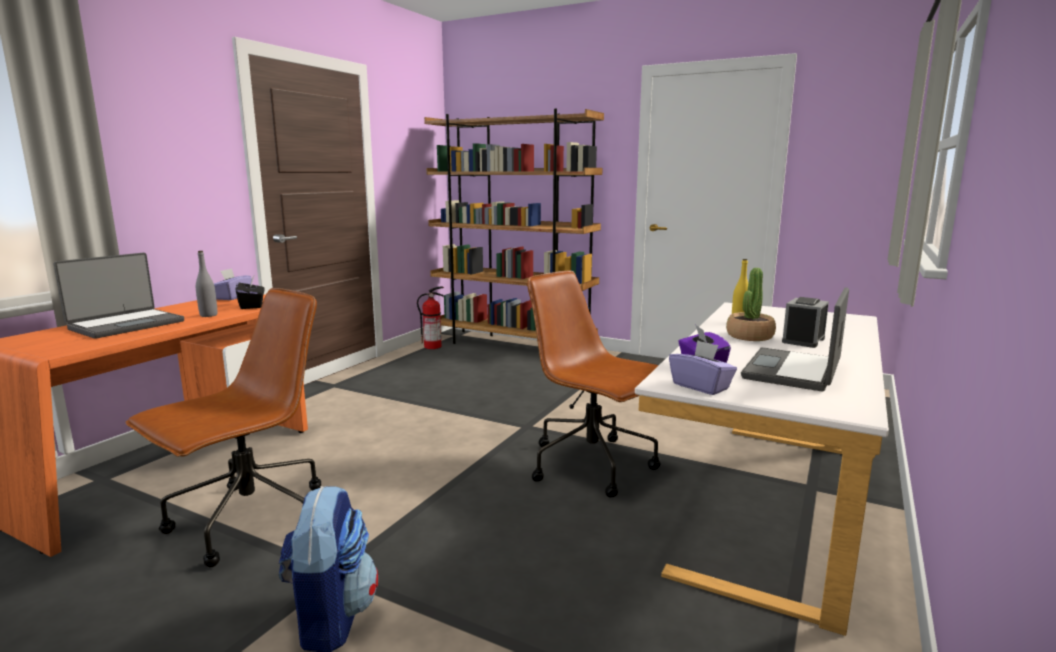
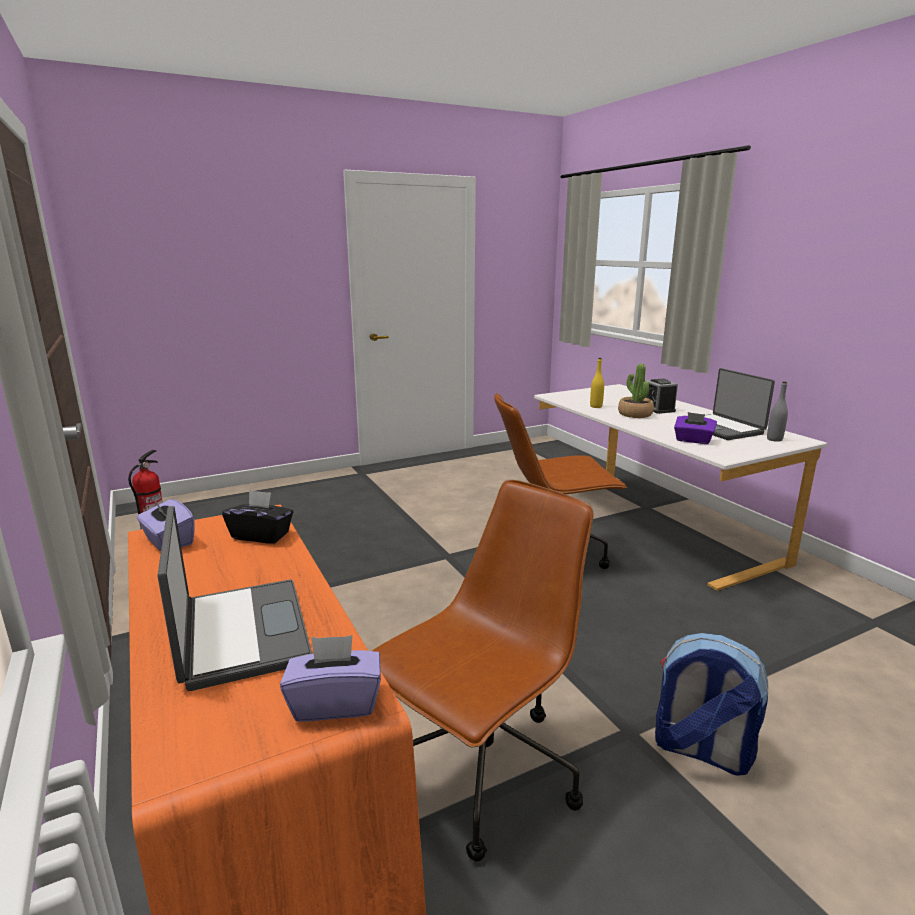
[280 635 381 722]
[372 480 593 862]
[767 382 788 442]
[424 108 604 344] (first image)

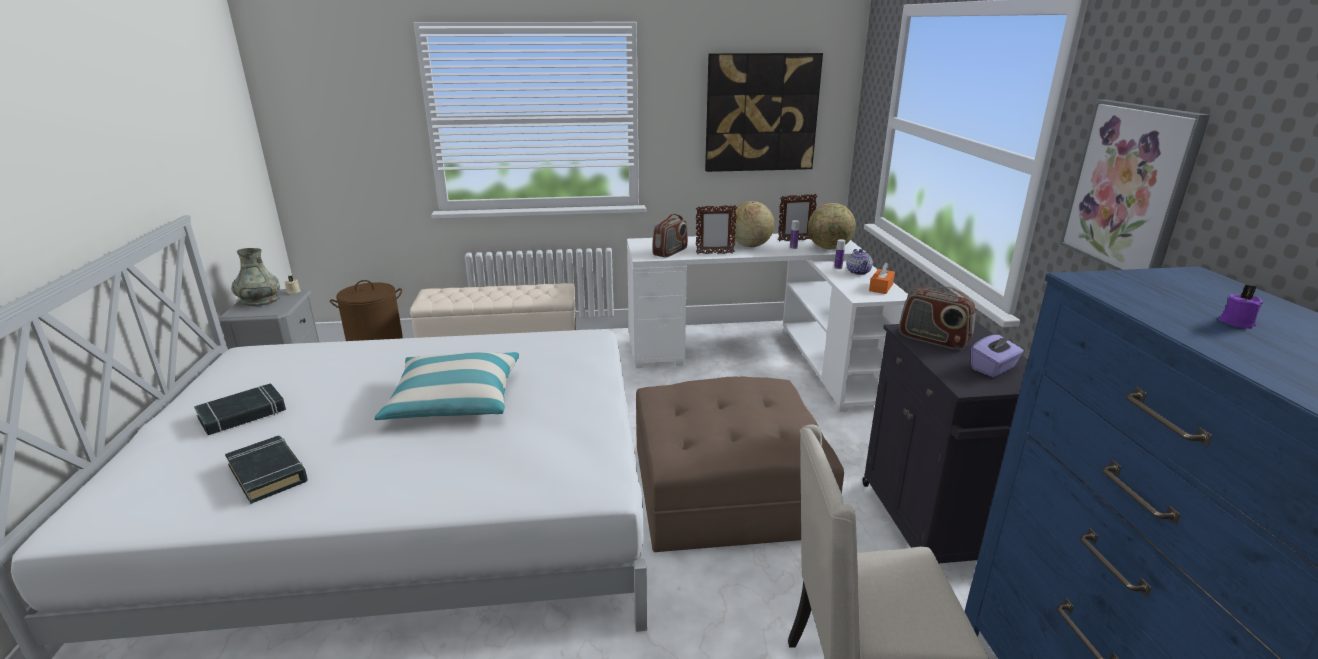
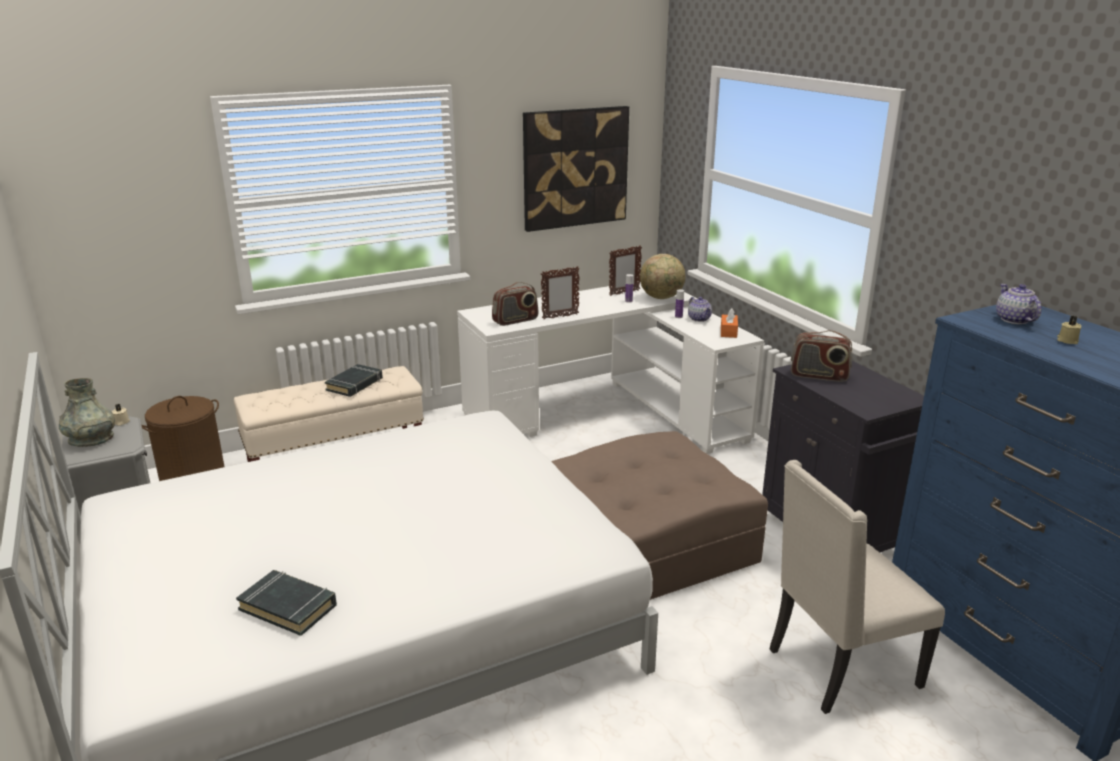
[325 364 383 397]
[492 282 538 326]
[996 284 1042 324]
[1057 316 1082 344]
[374 352 519 420] (first image)
[731 201 775 247] (first image)
[971 334 1024 377] (first image)
[1060 99 1210 270] (first image)

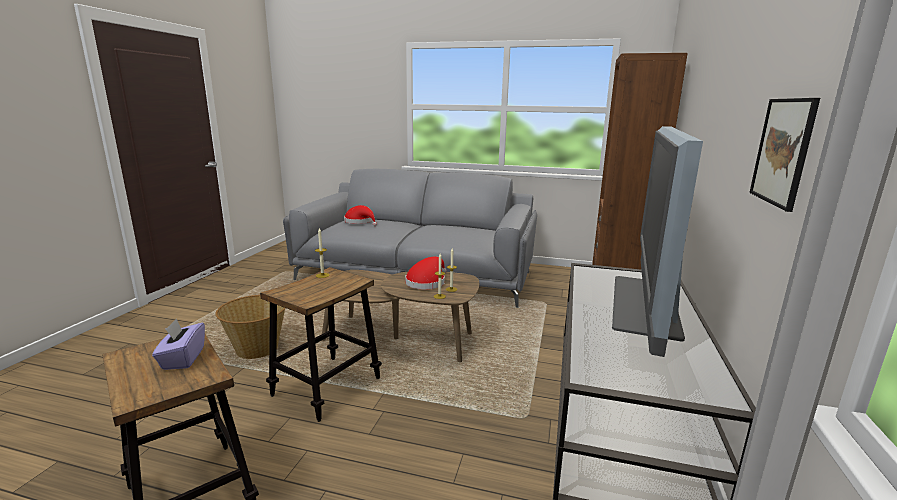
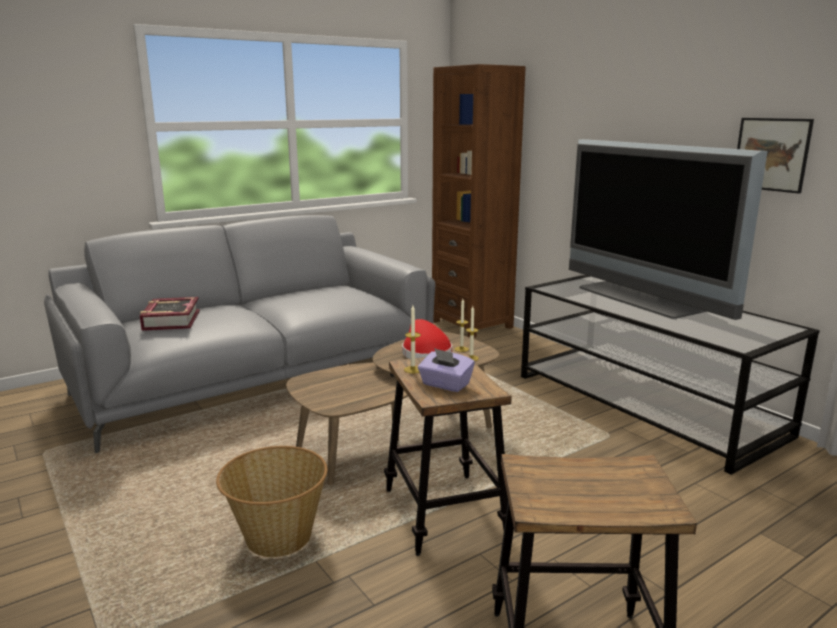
[140 297 200 331]
[418 348 475 392]

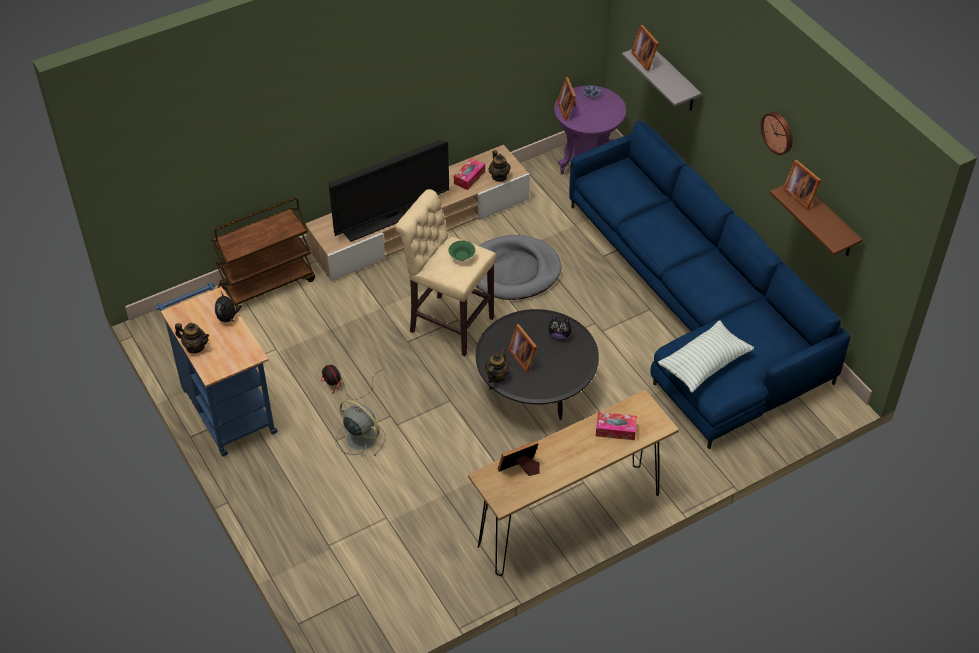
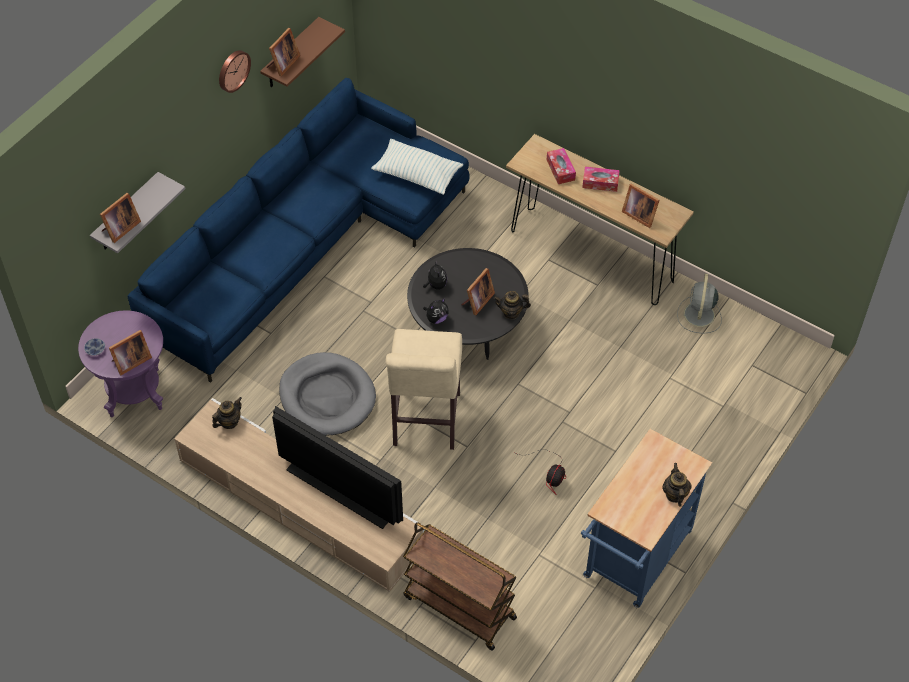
[423 298 449 324]
[582 167 620 192]
[677 274 722 334]
[448 240 475 261] (first image)

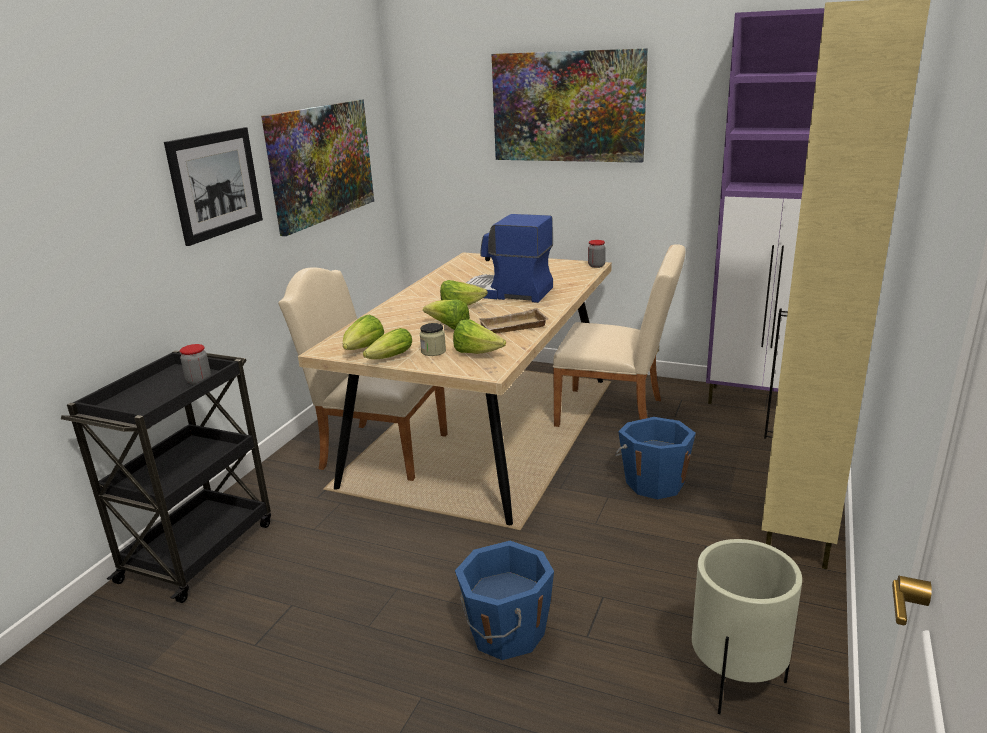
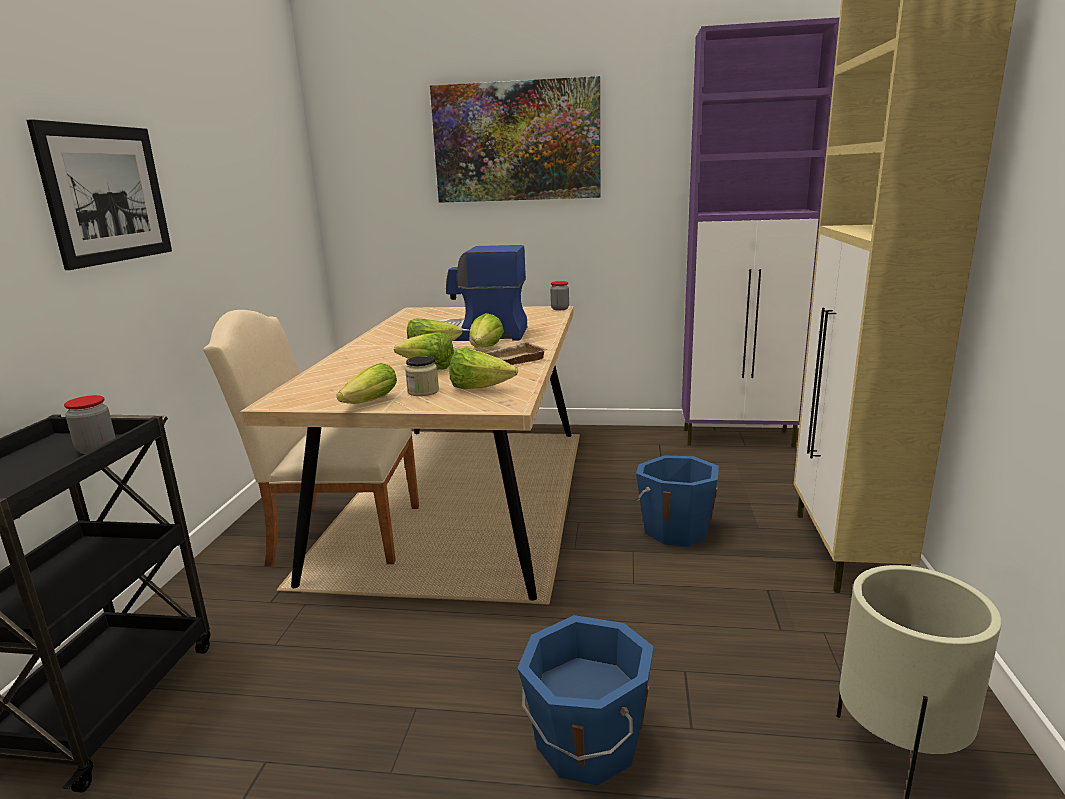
[469 313 504 347]
[261 99 374 236] (first image)
[553 244 686 427] (first image)

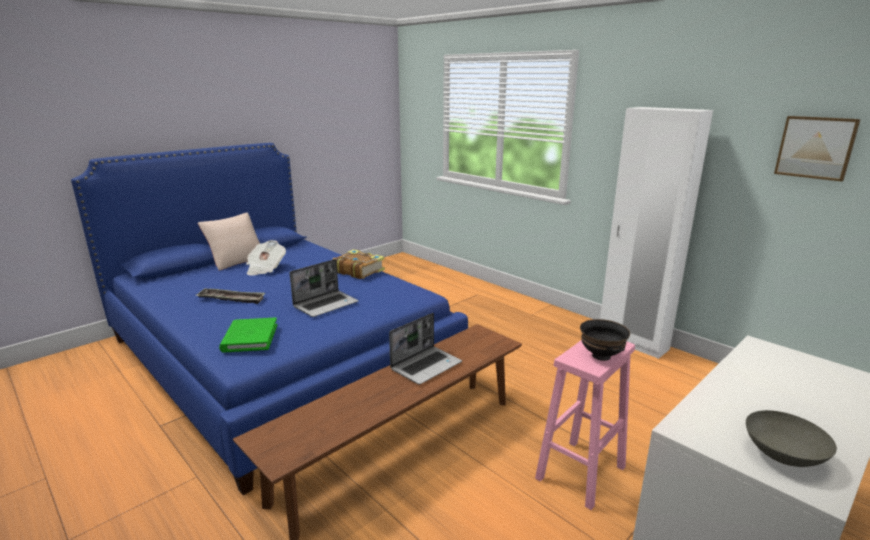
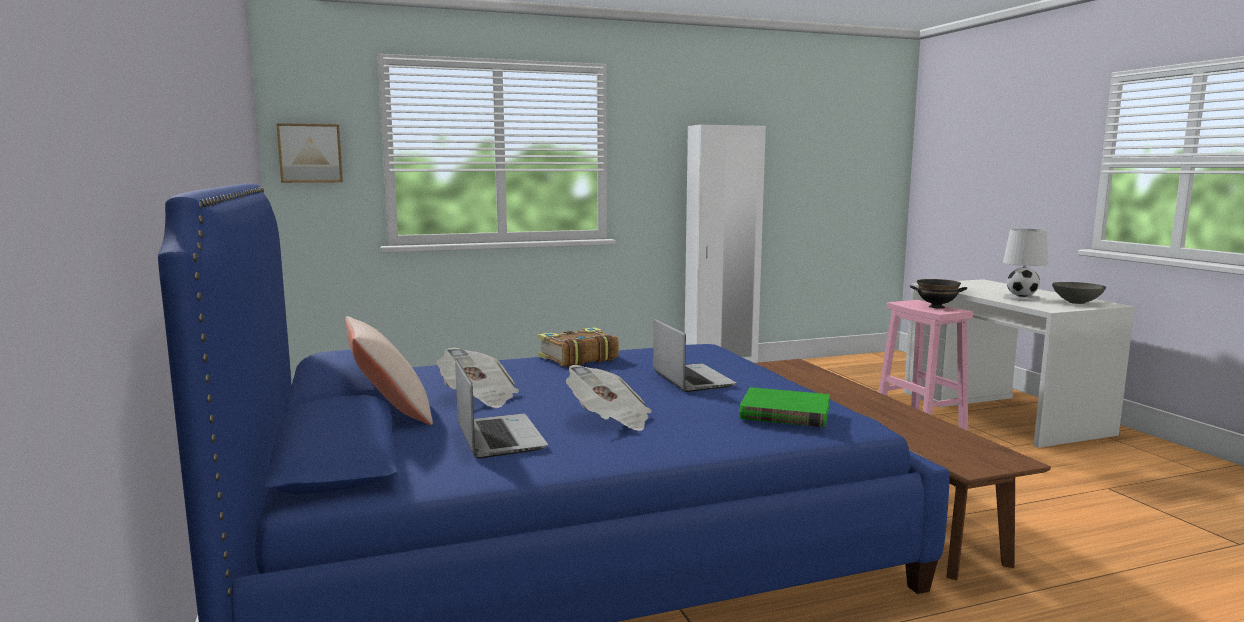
[276 123 343 183]
[455 358 548 458]
[566 365 651 431]
[1003 229 1048 301]

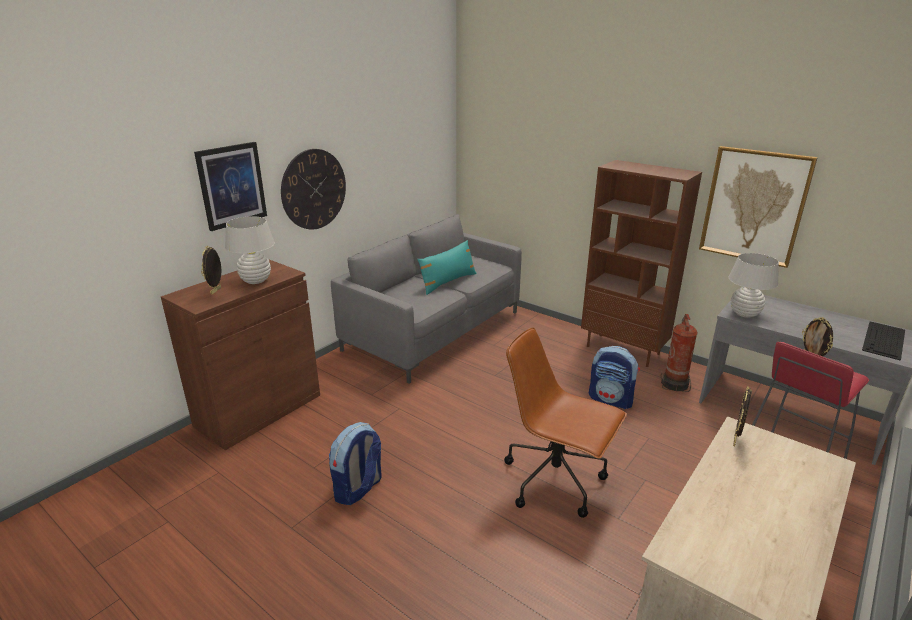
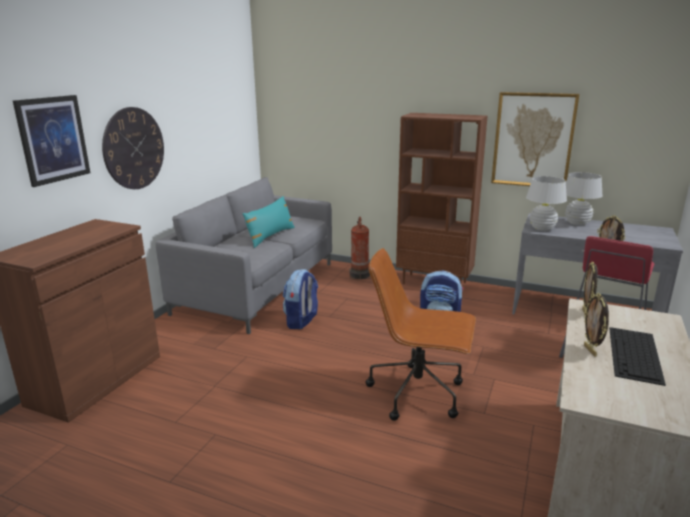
[283 269 318 329]
[349 217 371 279]
[565 172 603 226]
[584 293 609 357]
[609 327 666 386]

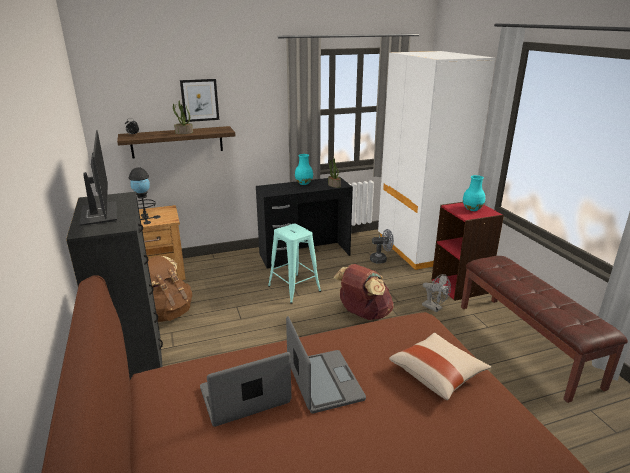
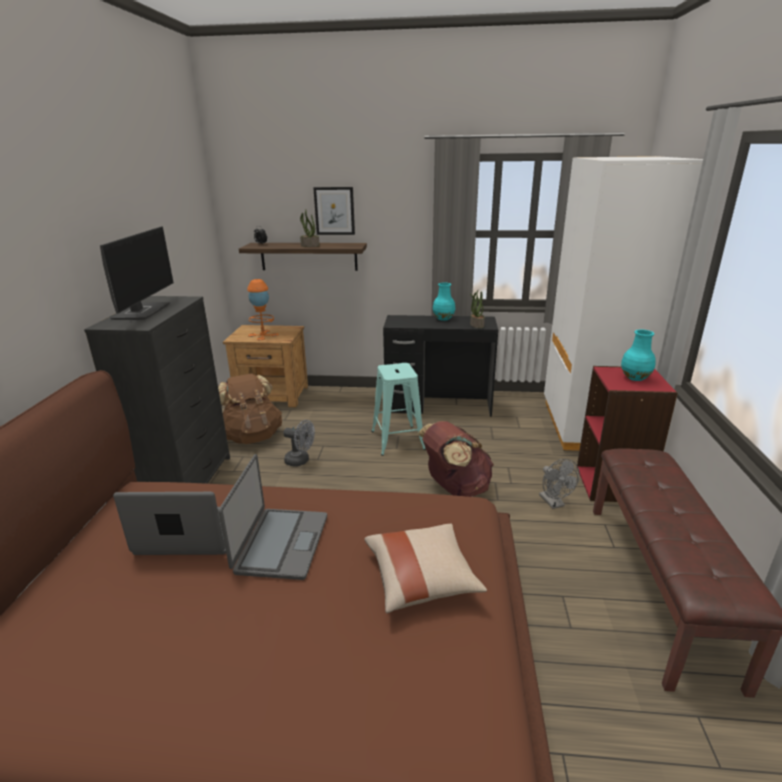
[247 279 279 340]
[283 420 315 466]

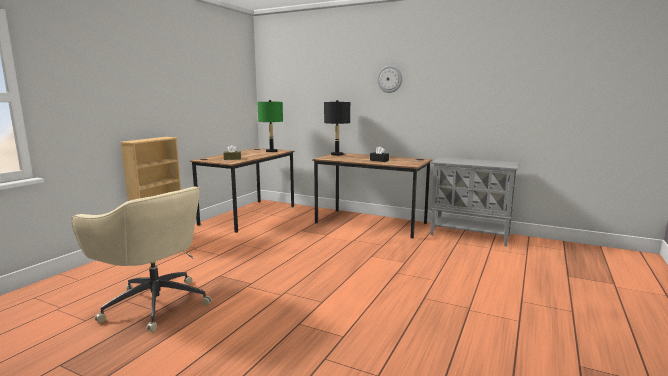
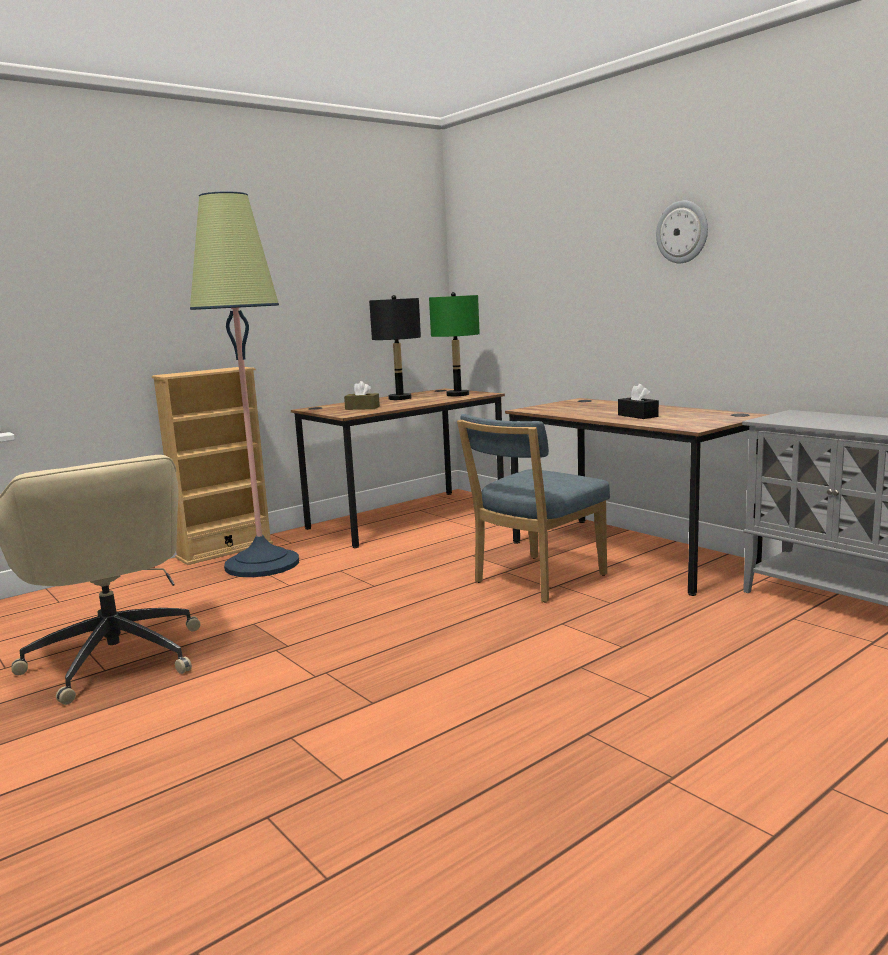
[190 191 299 577]
[369 295 421 400]
[457 414 610 602]

